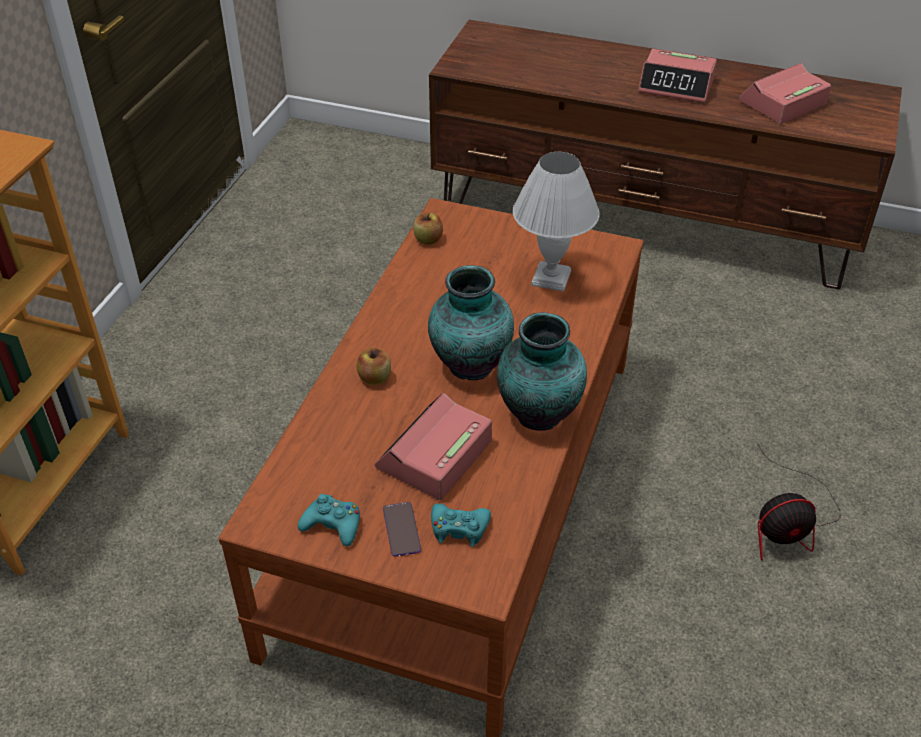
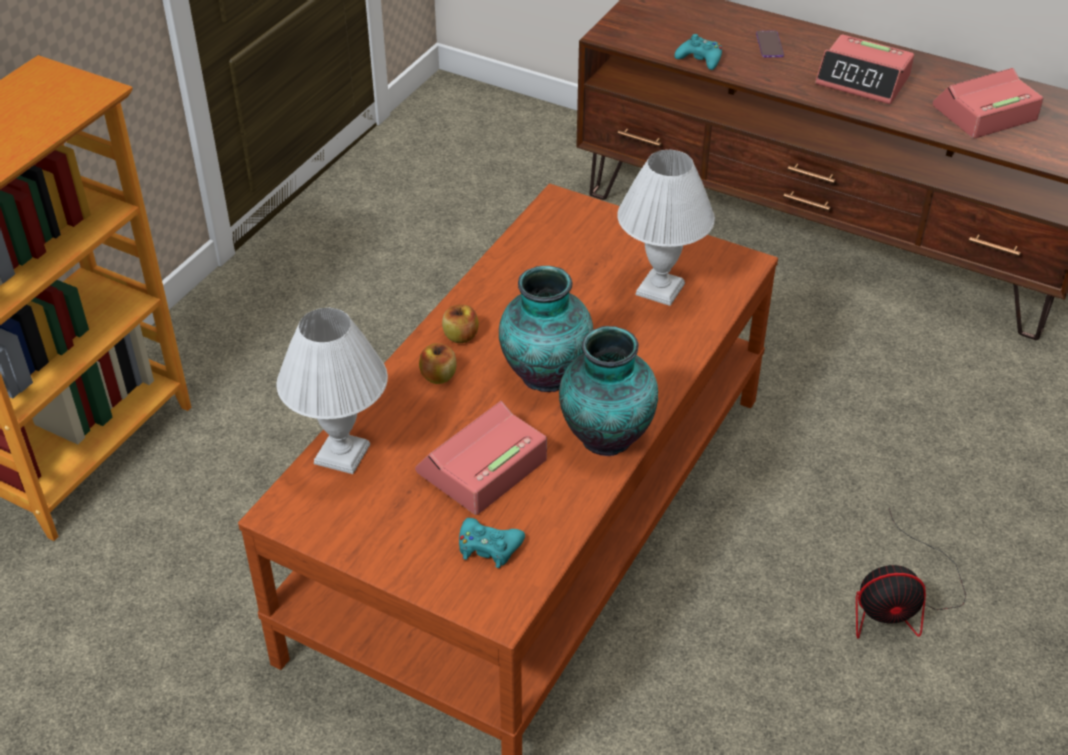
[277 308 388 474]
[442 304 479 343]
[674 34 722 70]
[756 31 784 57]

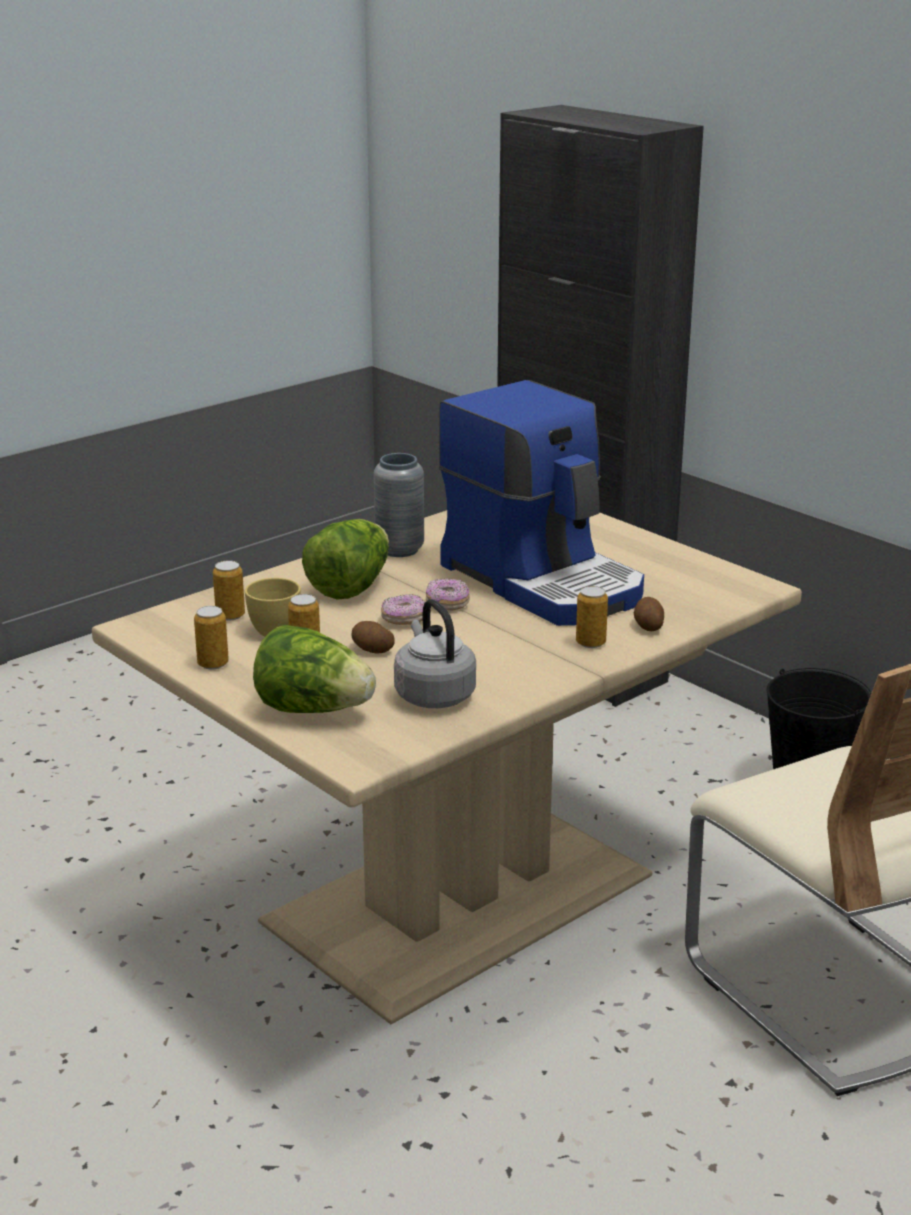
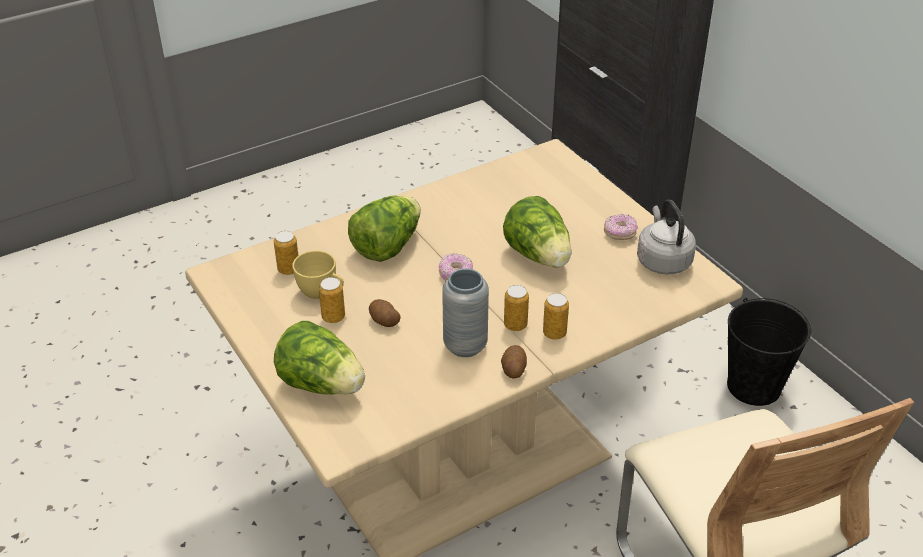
[442 268 489 357]
[501 345 527 378]
[503 196 572 267]
[504 285 529 331]
[604 214 638 240]
[637 200 696 275]

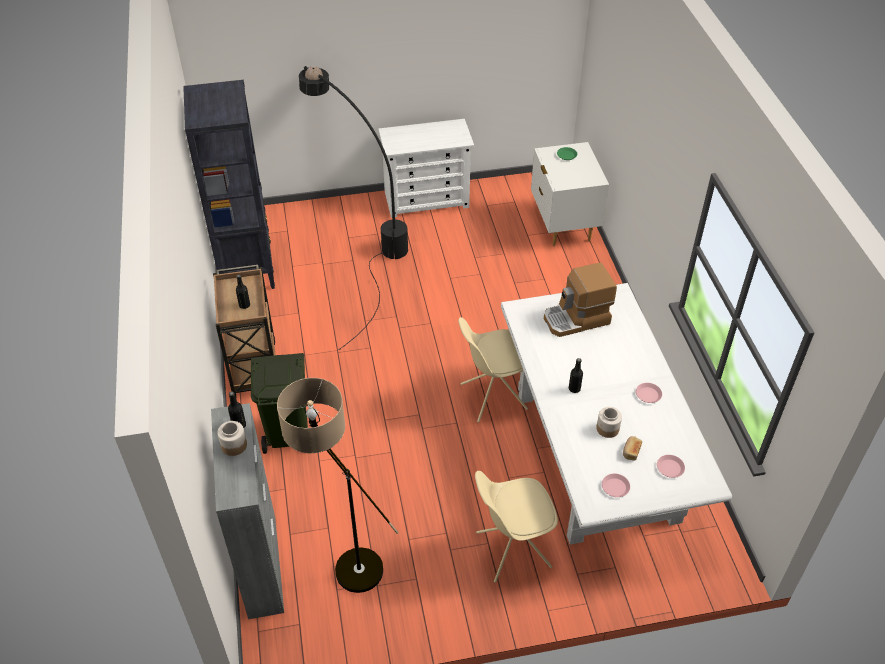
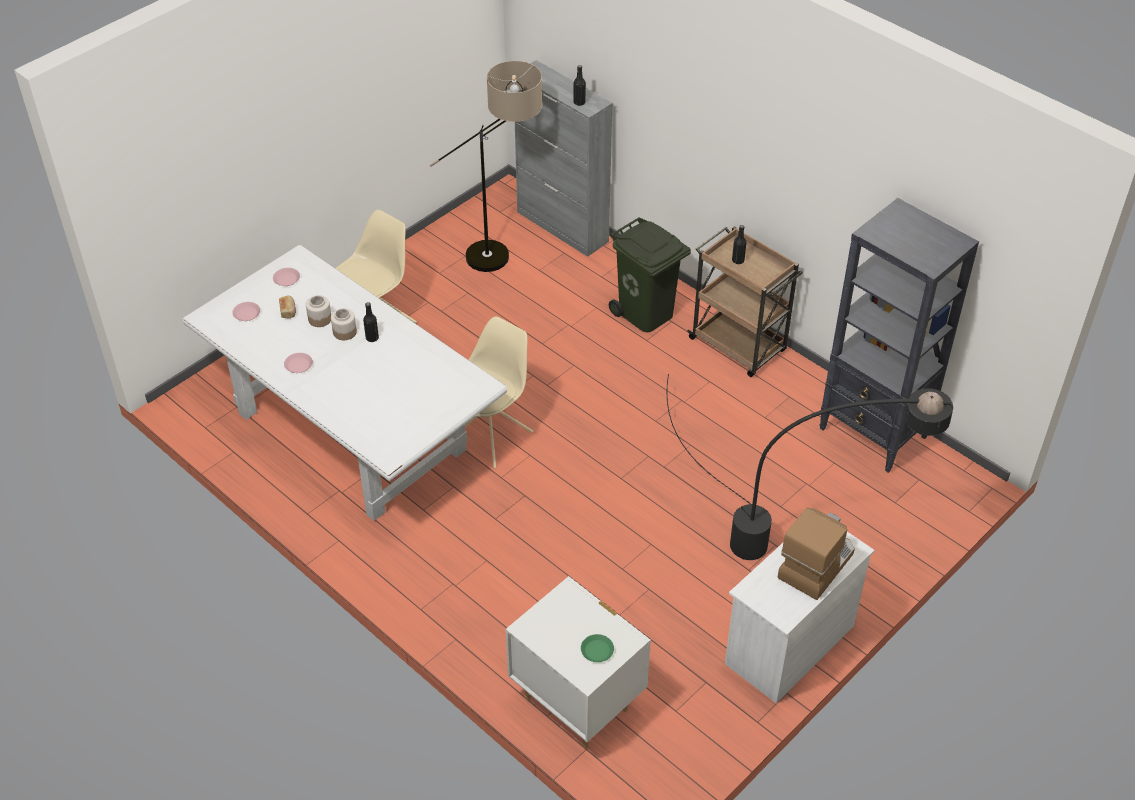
[331 308 357 340]
[778 508 855 600]

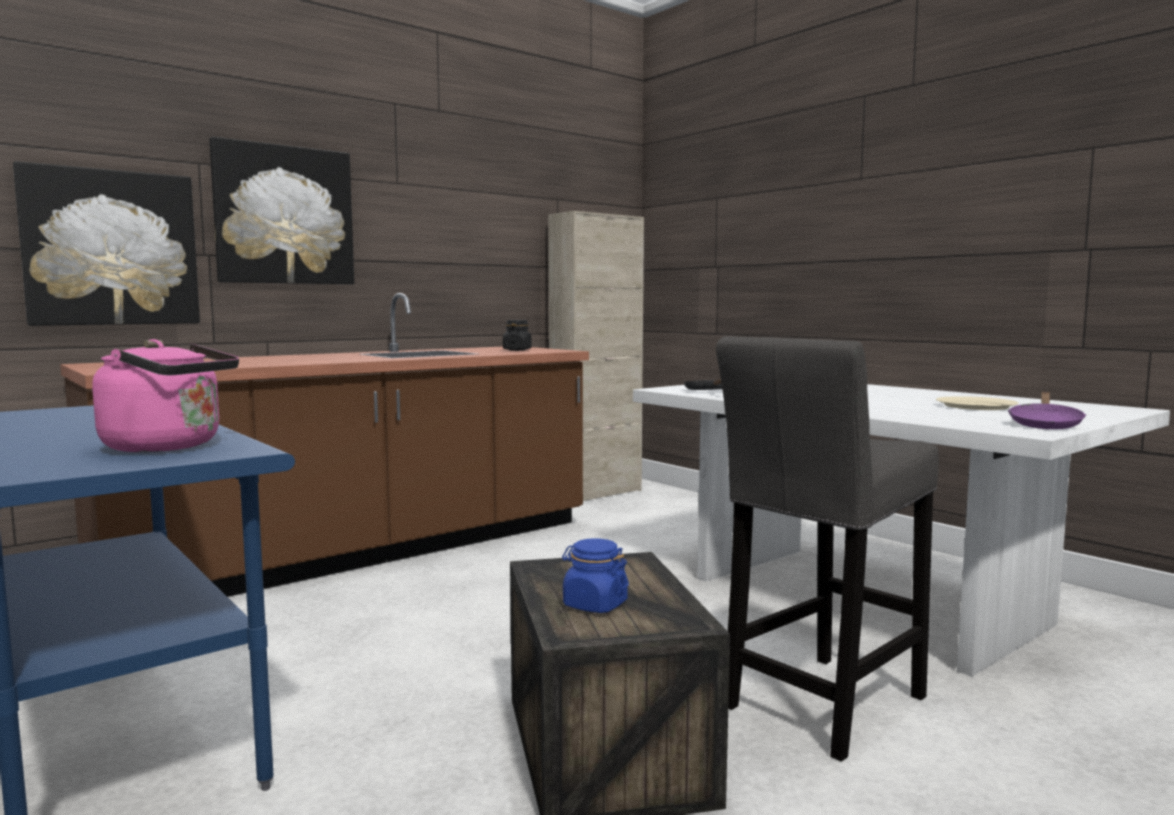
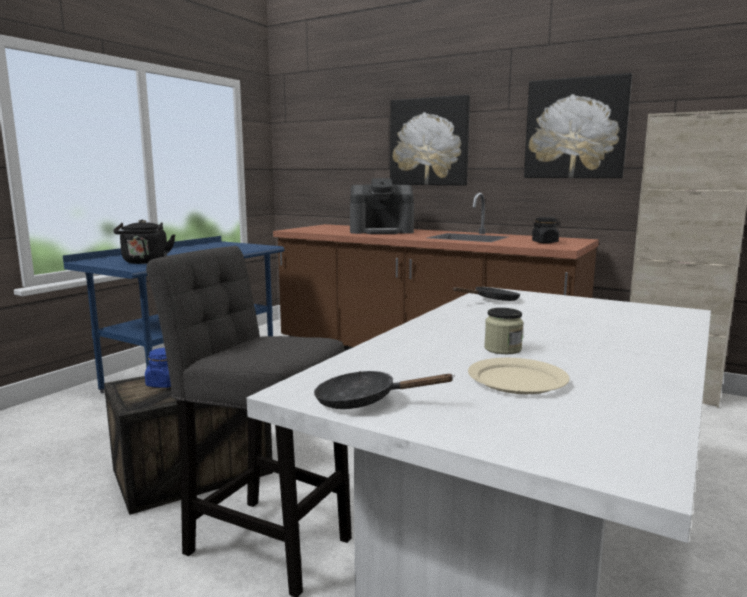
[113 220 176 264]
[314 371 455 409]
[350 178 414 234]
[484 308 524 354]
[524 73 632 178]

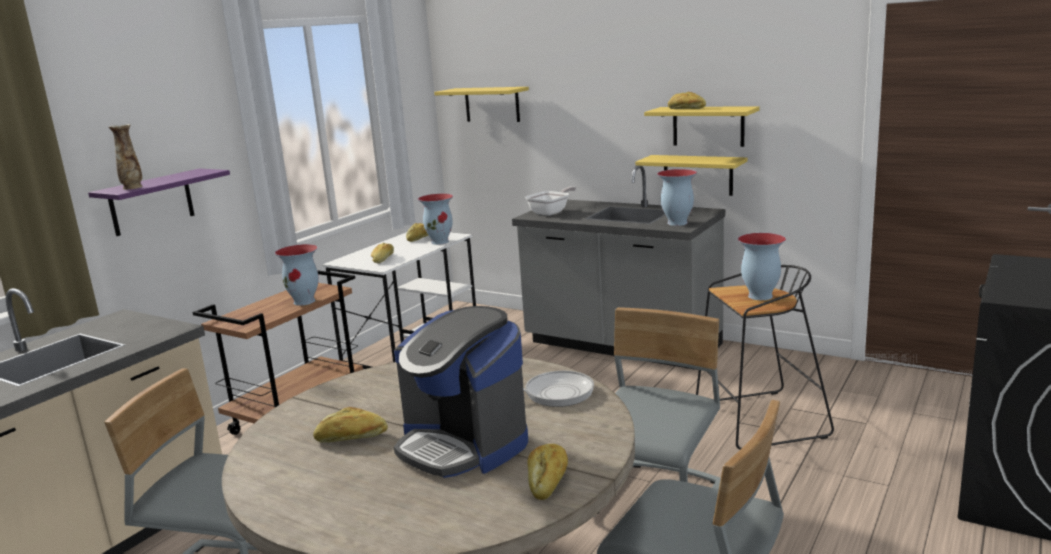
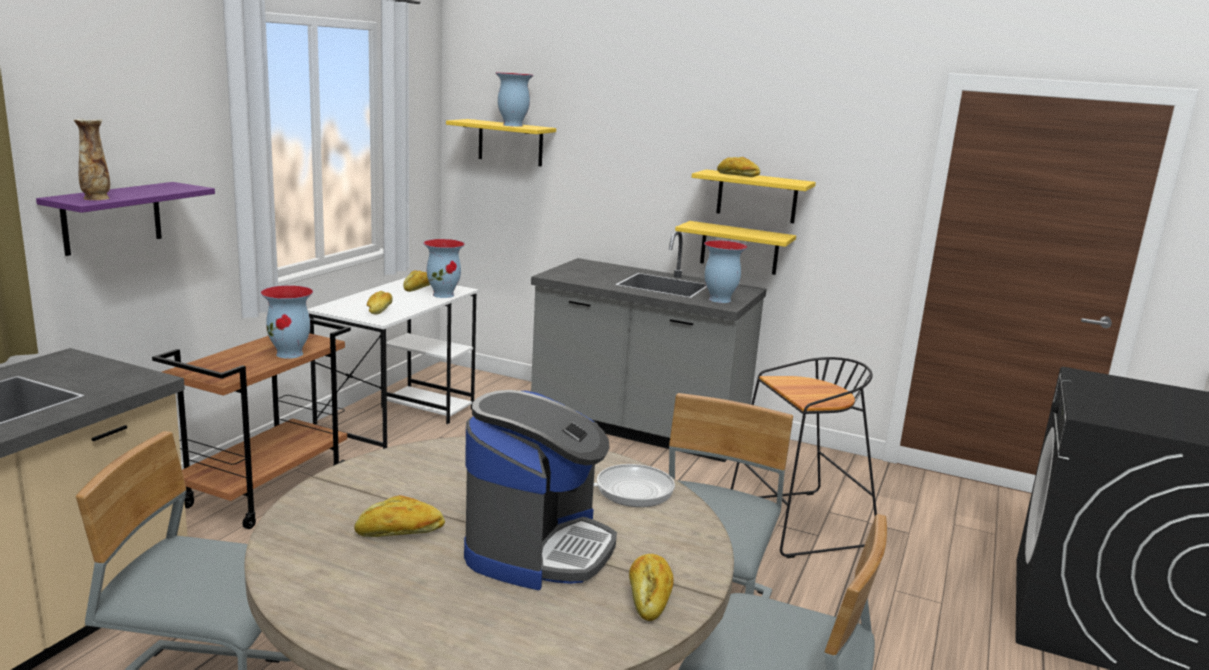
[464 390 617 590]
[495 72 534 127]
[525 187 576 216] (first image)

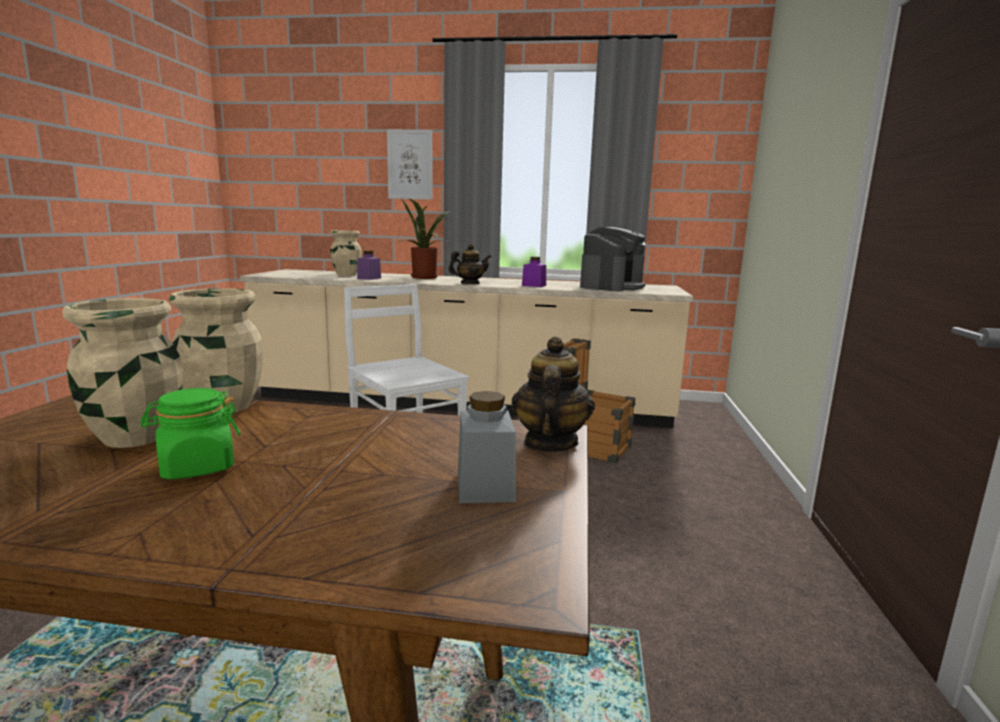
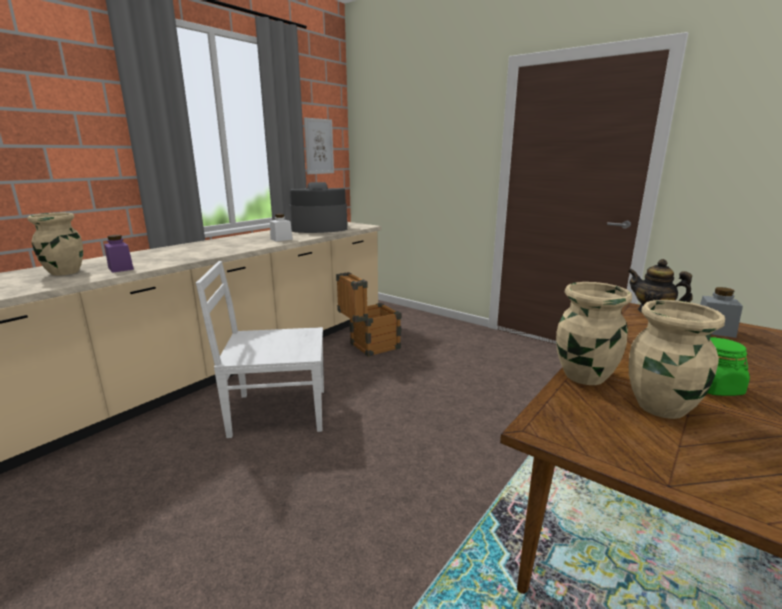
[270 214 293 242]
[290 182 347 233]
[304 118 334 174]
[397 198 451 279] (first image)
[448 244 491 284] (first image)

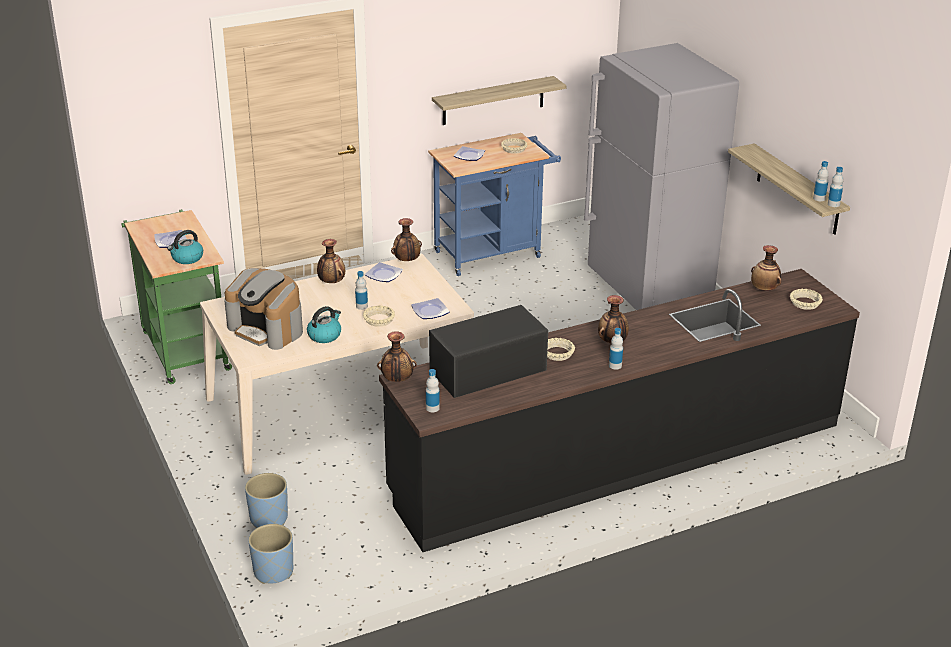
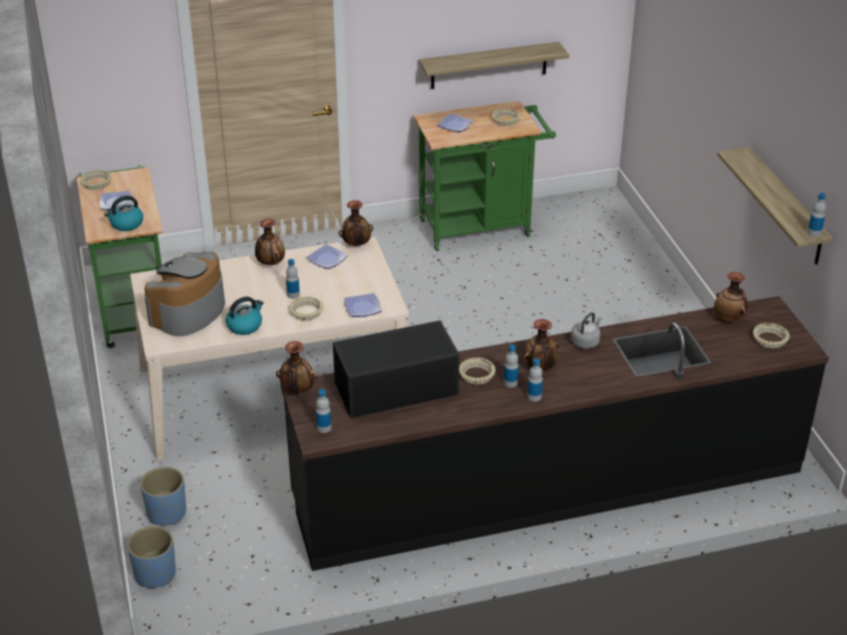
[80 170 112 190]
[144 252 225 336]
[414 101 556 251]
[504 344 519 388]
[571 312 602 349]
[584 43 739 310] (first image)

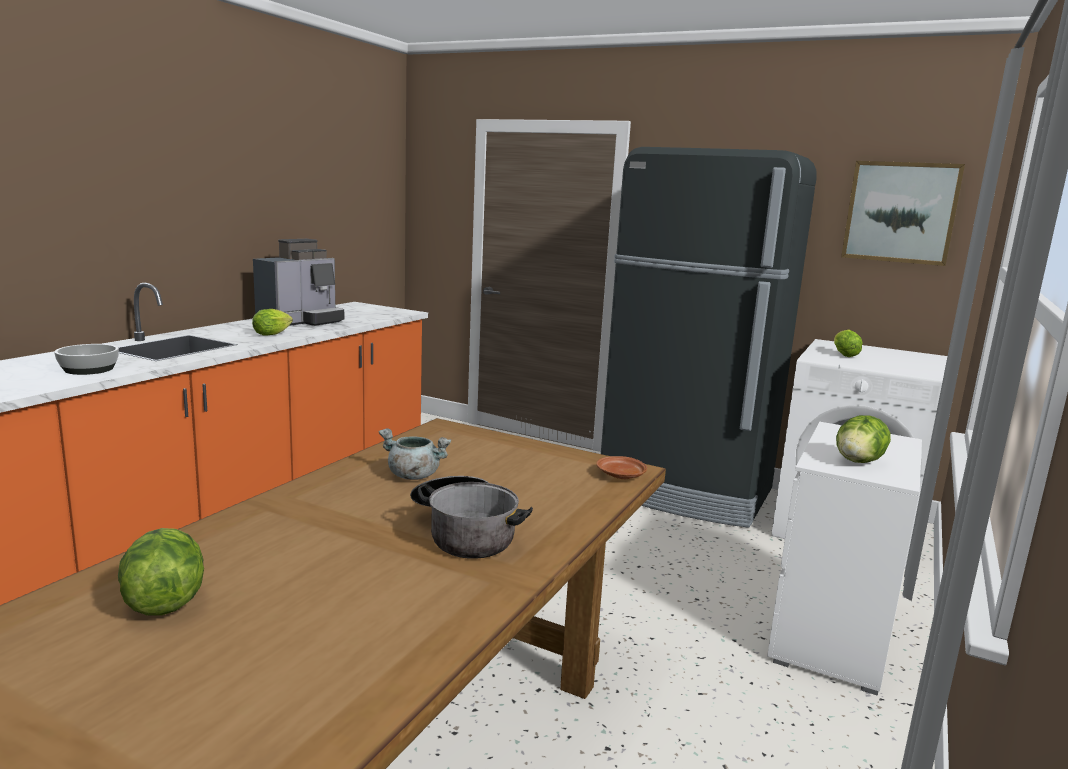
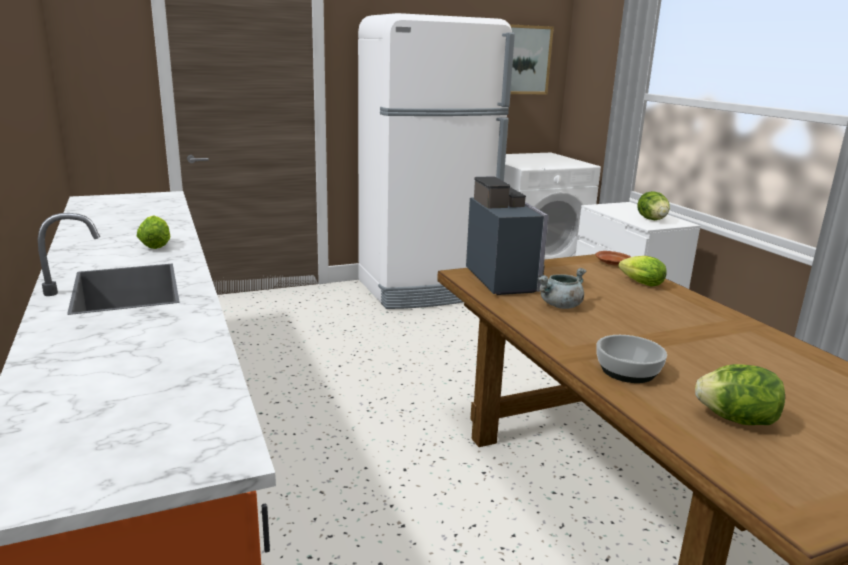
[358 13 515 309]
[466 176 549 295]
[596 335 667 383]
[618 256 667 287]
[410 476 533 559] (first image)

